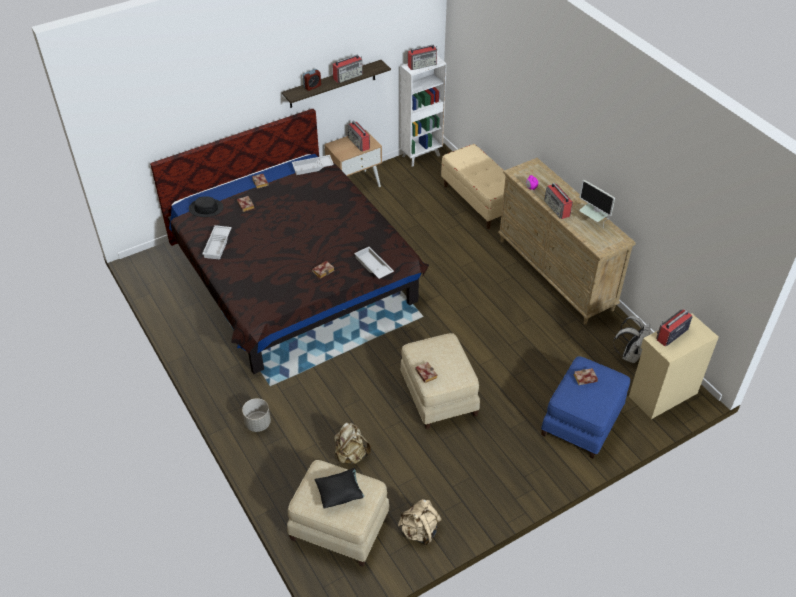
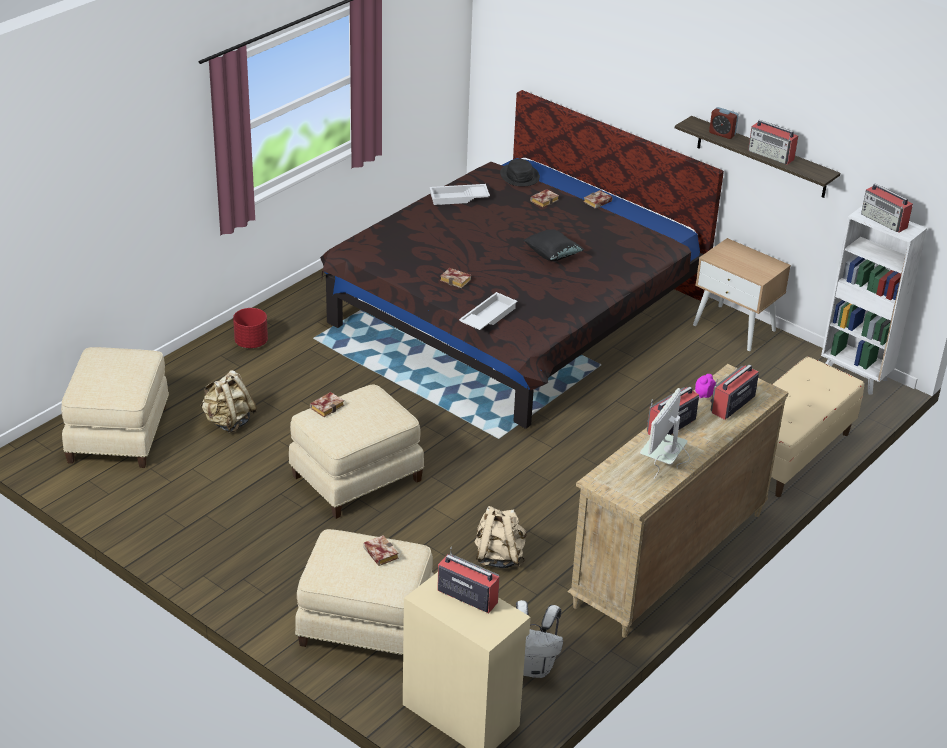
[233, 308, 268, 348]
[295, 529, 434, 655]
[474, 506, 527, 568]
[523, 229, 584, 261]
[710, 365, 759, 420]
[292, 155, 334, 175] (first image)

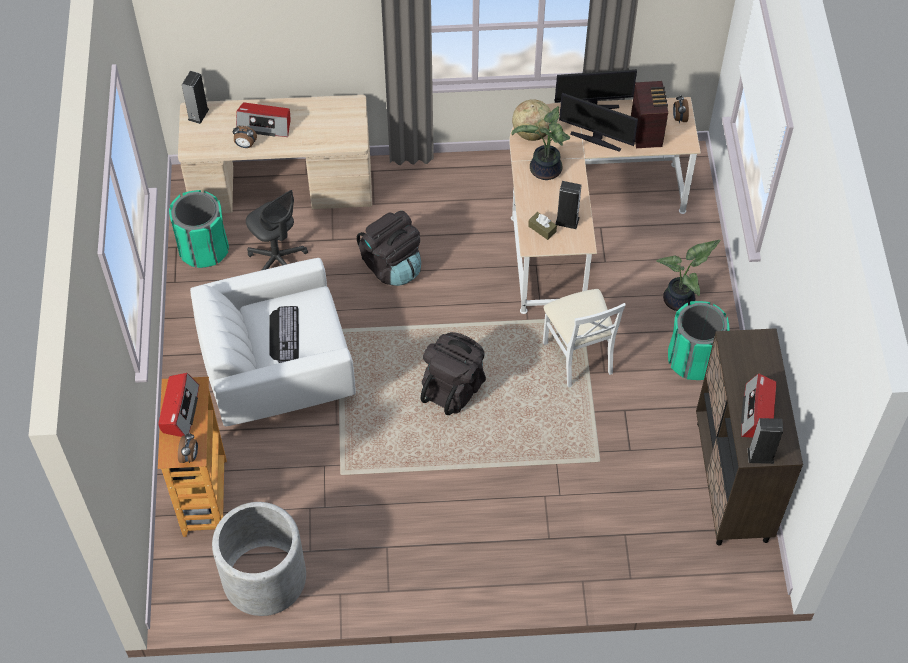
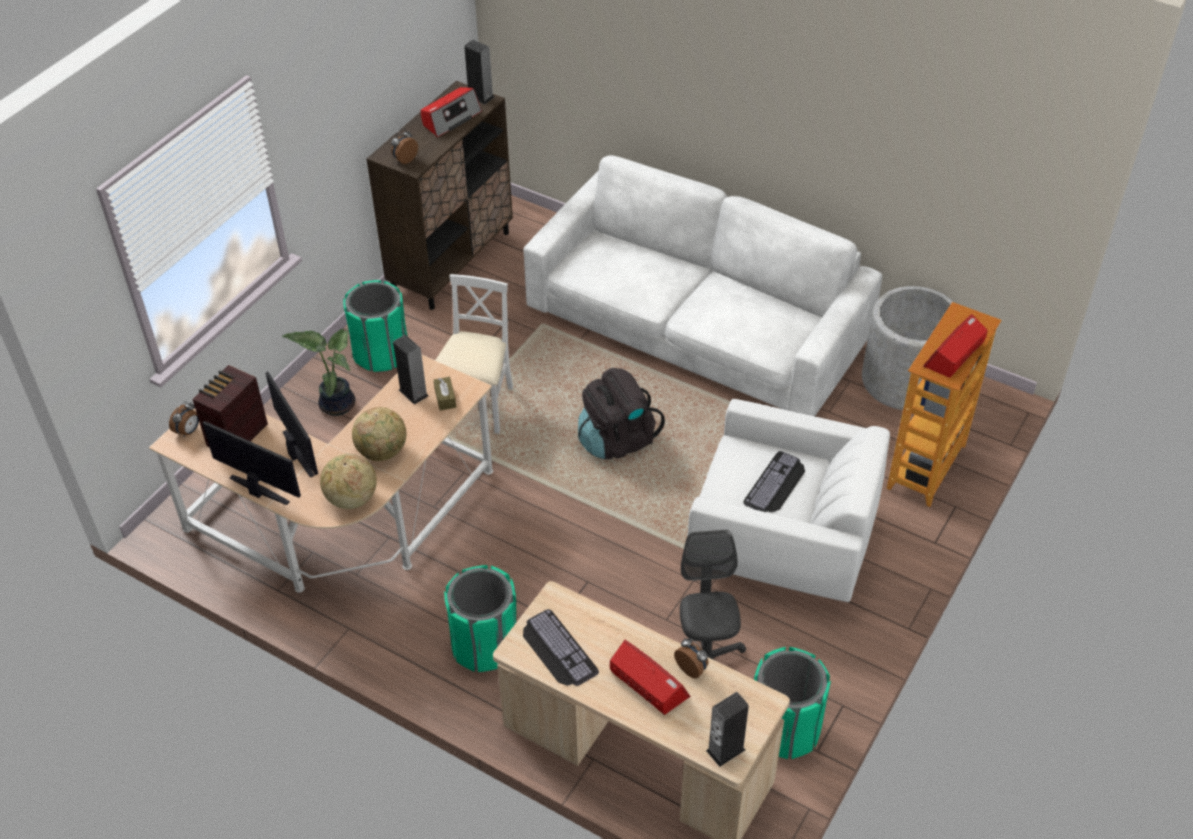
[352, 407, 406, 461]
[391, 128, 418, 164]
[444, 565, 516, 672]
[523, 156, 883, 416]
[523, 609, 599, 686]
[357, 211, 421, 286] (first image)

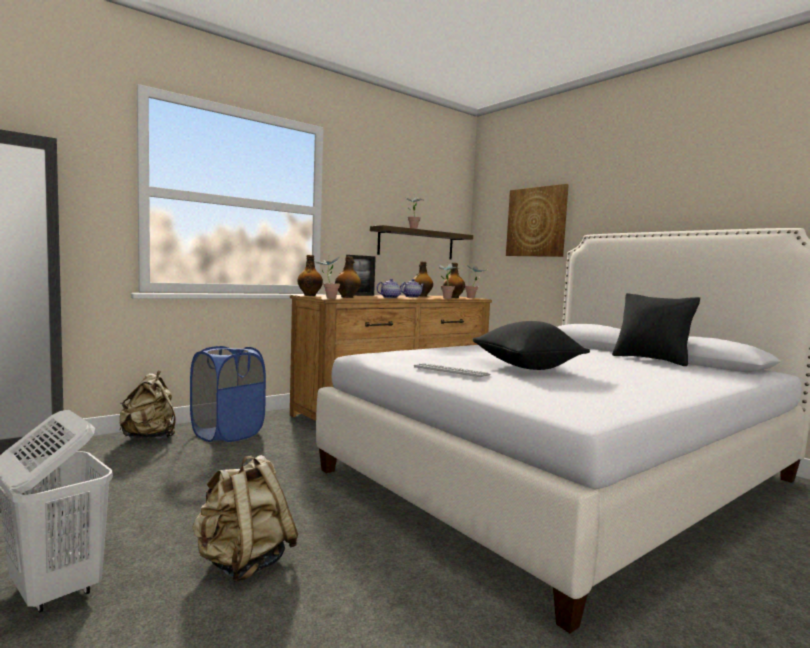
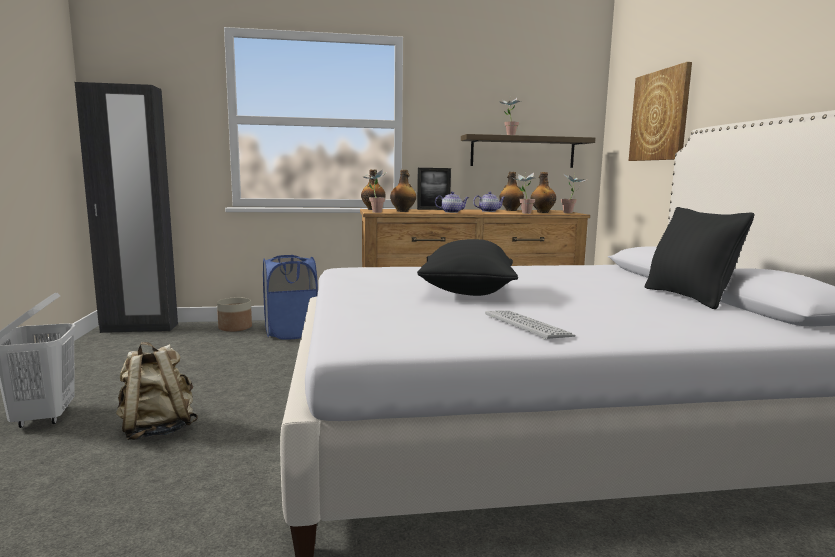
[217, 297, 252, 332]
[485, 310, 576, 340]

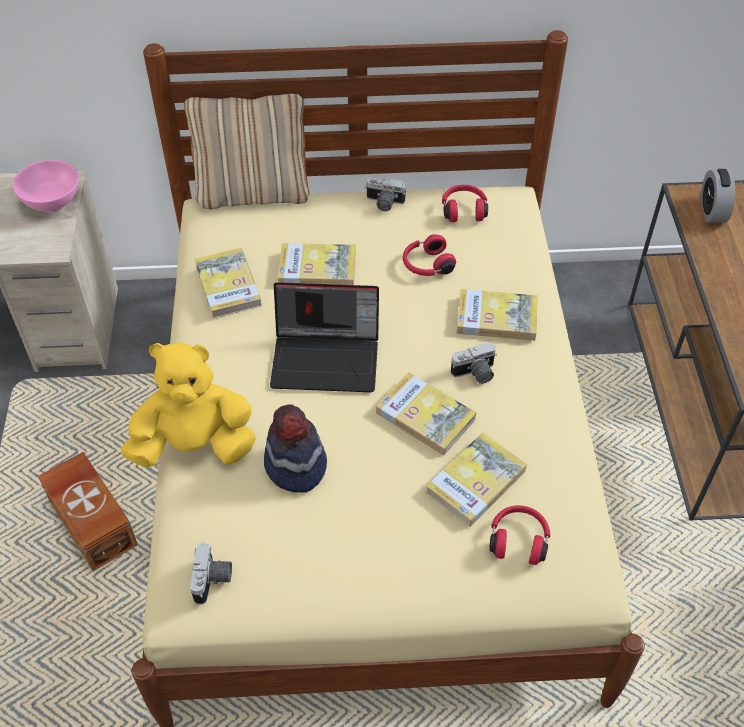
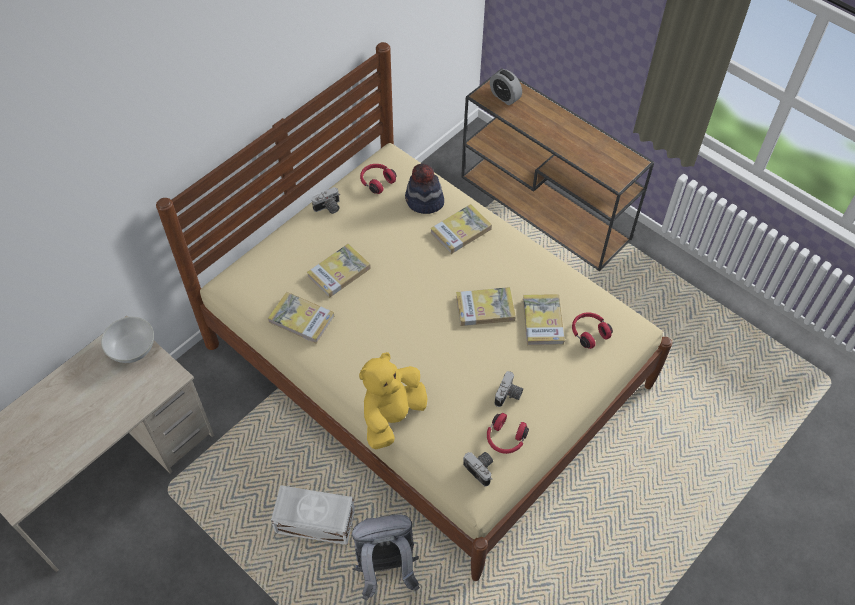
[101, 317, 154, 363]
[271, 485, 355, 545]
[352, 514, 420, 600]
[405, 163, 444, 214]
[487, 413, 529, 454]
[494, 371, 523, 407]
[184, 94, 309, 209] (first image)
[270, 282, 379, 392] (first image)

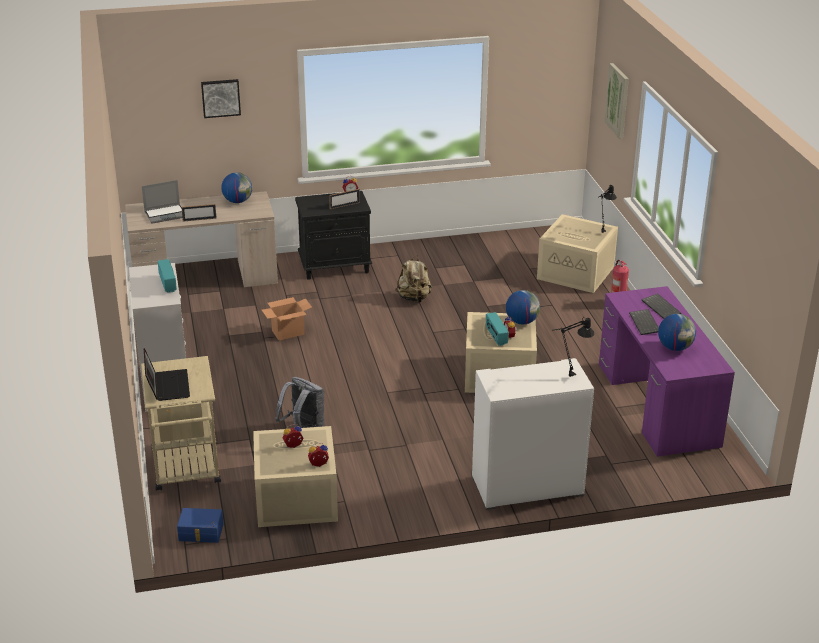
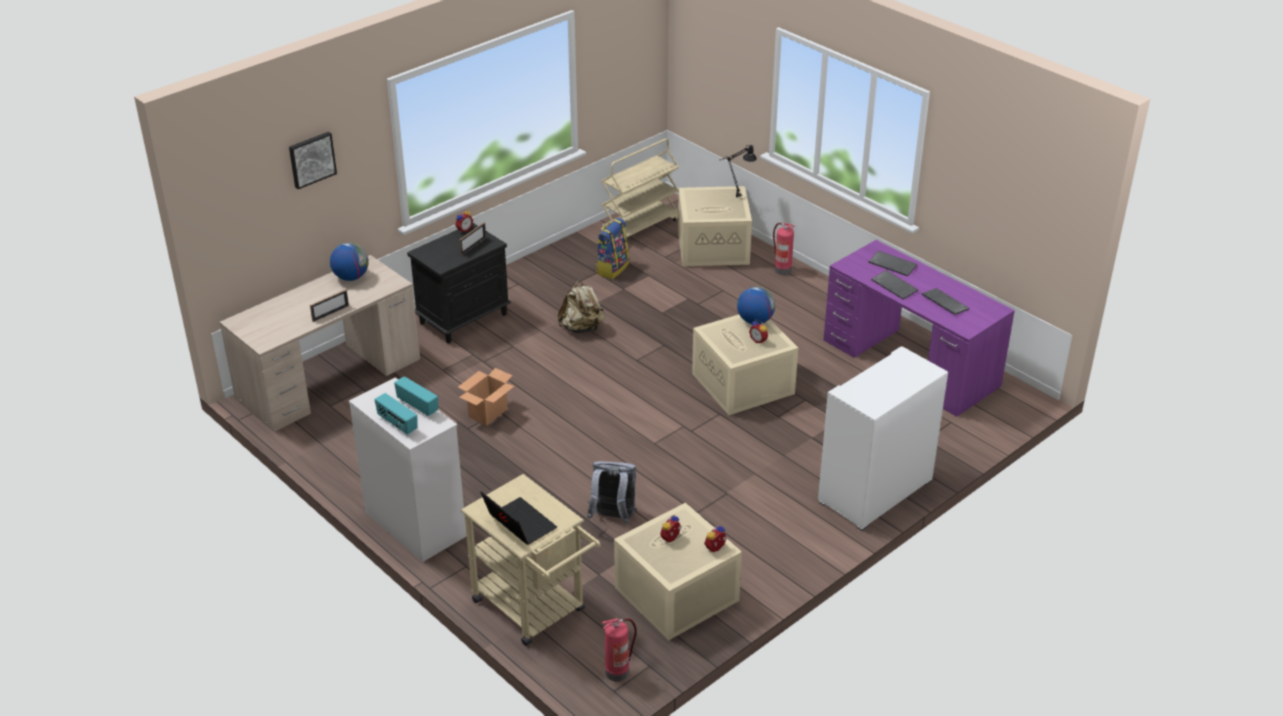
[375, 393, 418, 435]
[595, 218, 629, 279]
[601, 138, 679, 237]
[602, 618, 637, 682]
[921, 288, 970, 315]
[142, 180, 182, 224] (first image)
[552, 317, 594, 377] (first image)
[604, 63, 629, 139] (first image)

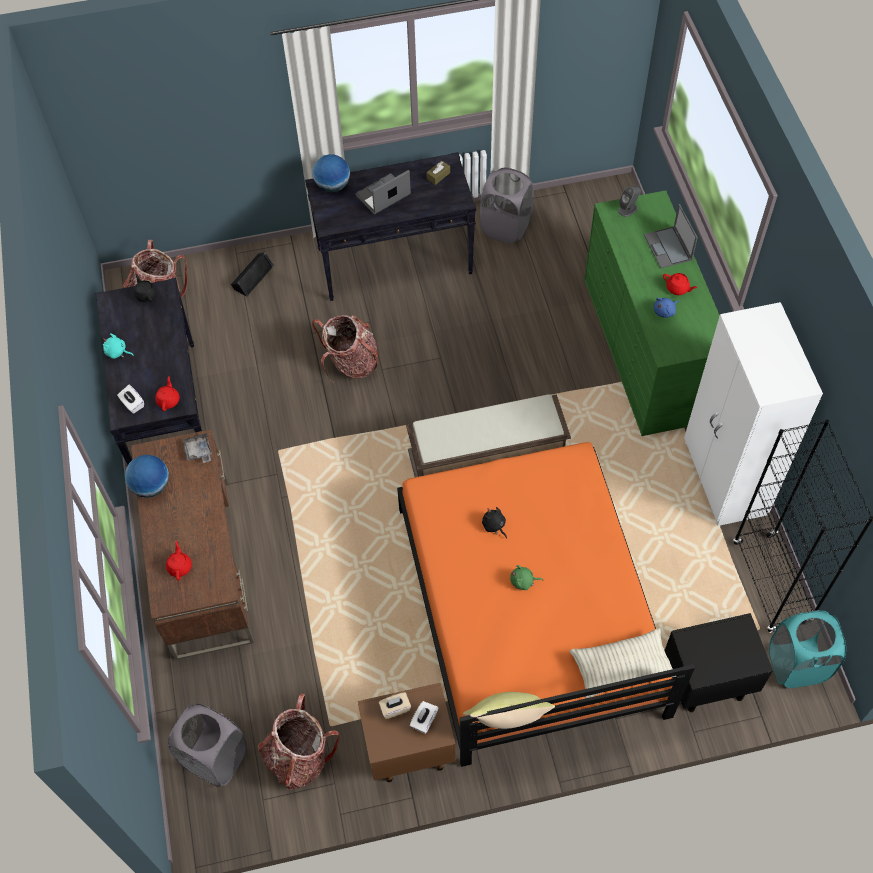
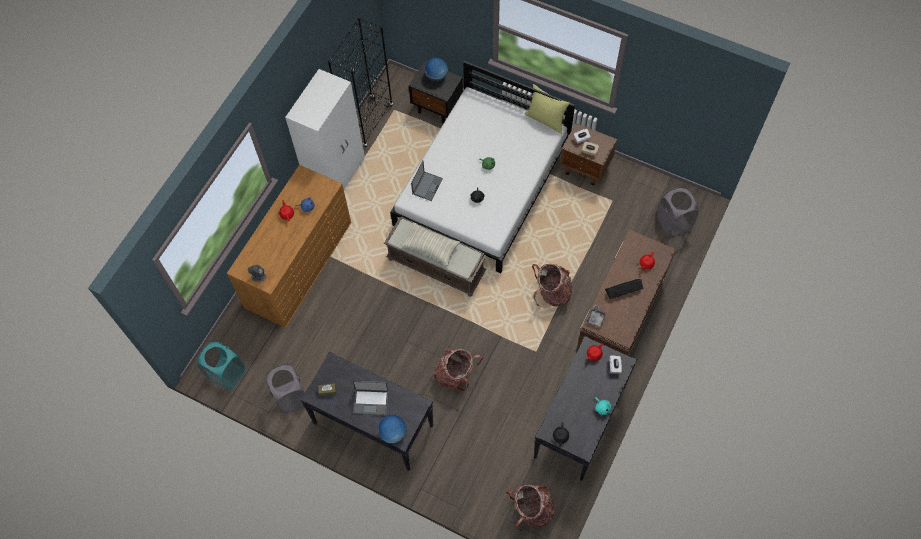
[197, 341, 245, 390]
[227, 165, 351, 328]
[390, 61, 575, 273]
[400, 222, 461, 266]
[411, 161, 443, 201]
[425, 58, 448, 81]
[532, 264, 572, 307]
[605, 279, 643, 299]

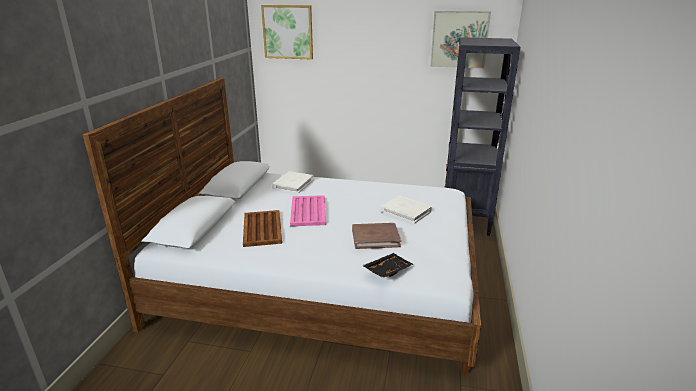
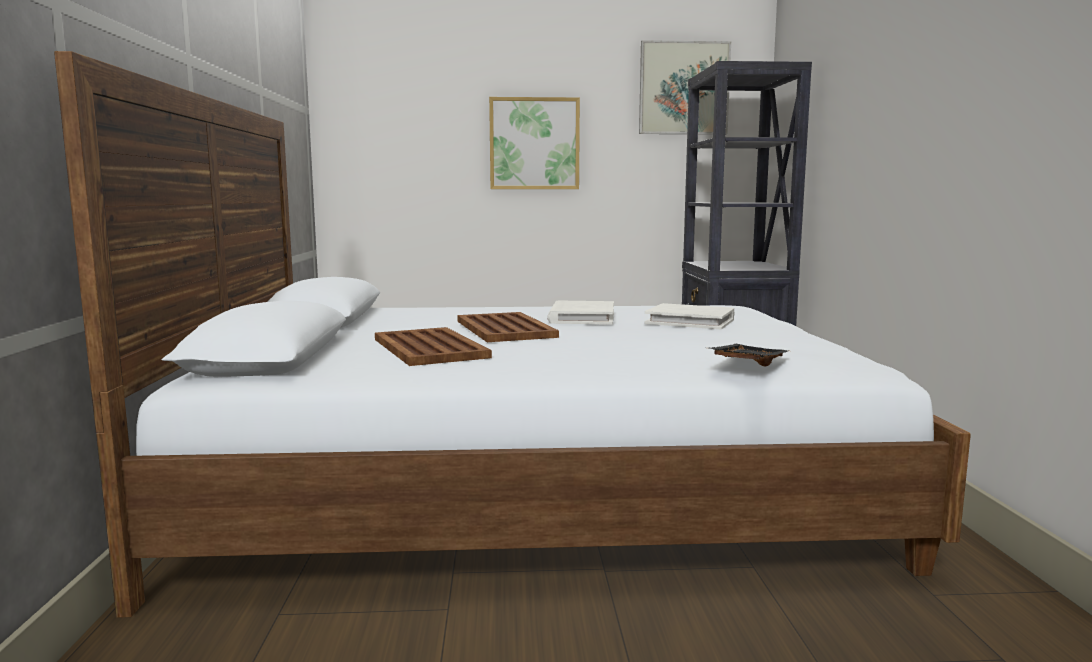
[457, 312, 559, 342]
[489, 97, 580, 189]
[547, 301, 614, 325]
[352, 223, 401, 249] (first image)

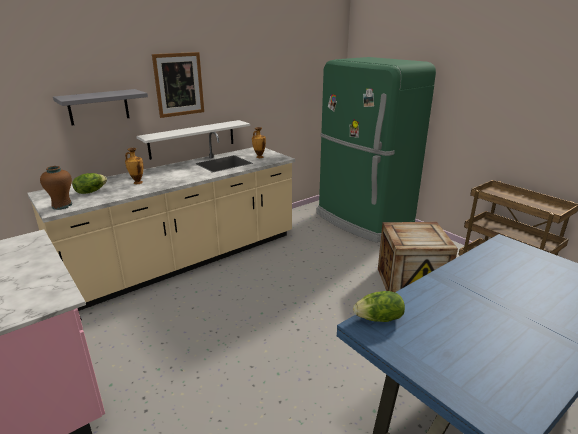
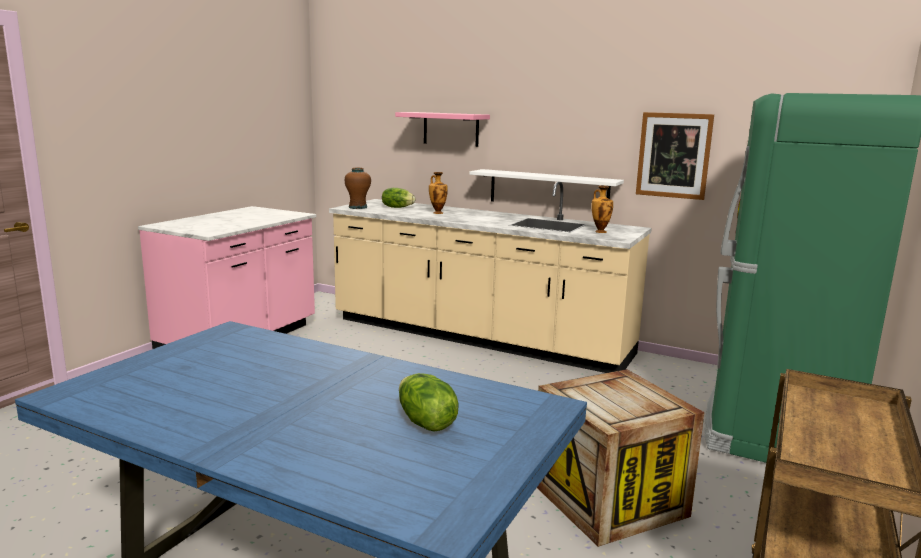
[395, 112, 490, 147]
[399, 373, 459, 432]
[636, 112, 714, 200]

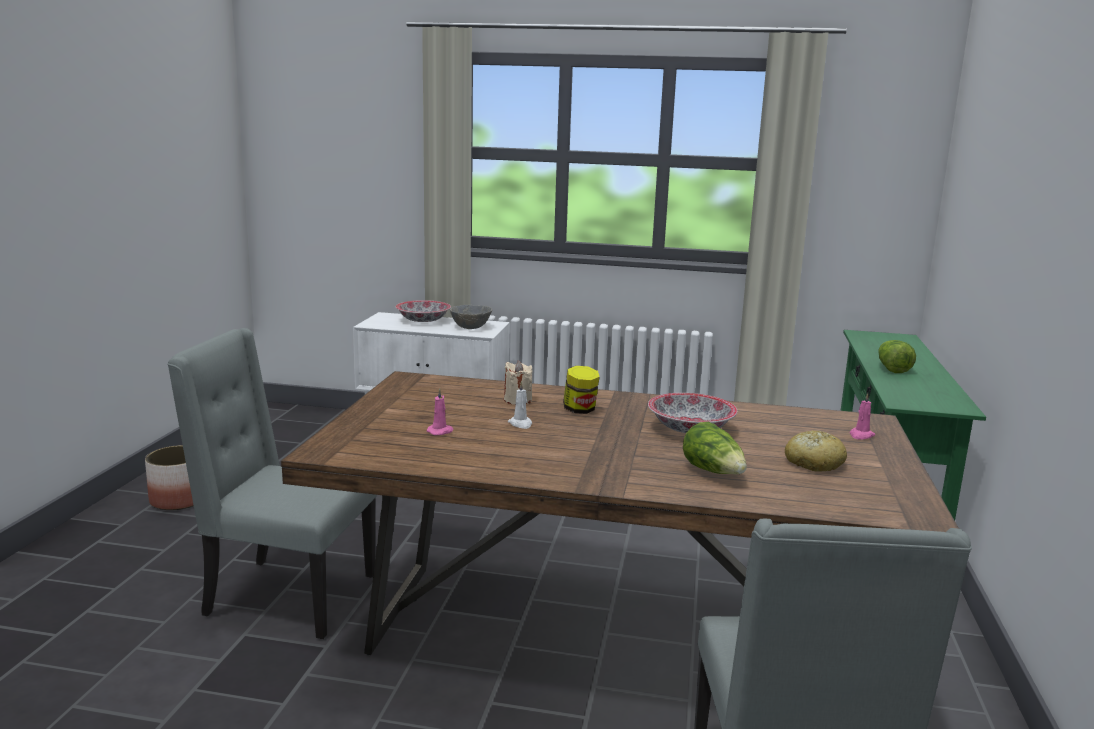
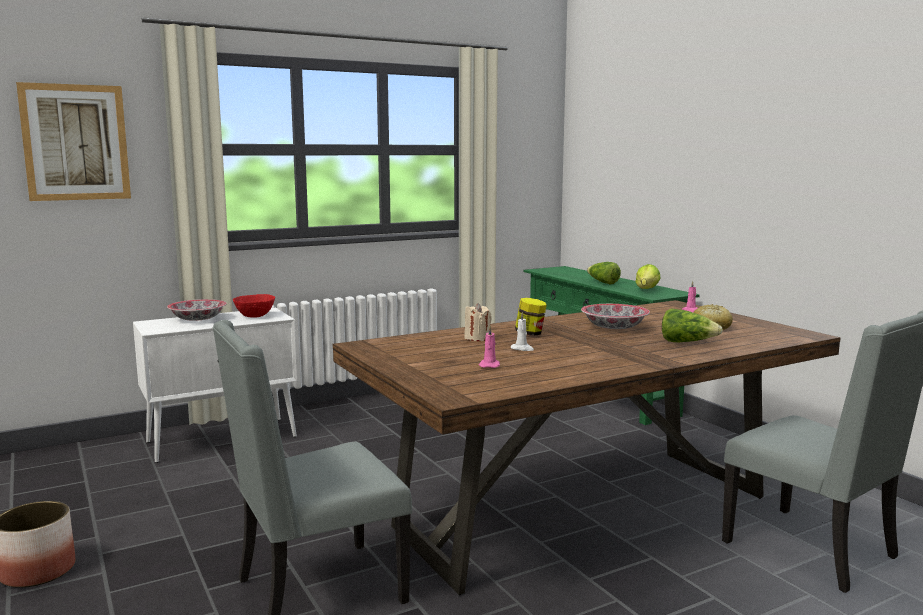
[16, 82, 131, 201]
[233, 294, 275, 318]
[635, 264, 661, 289]

